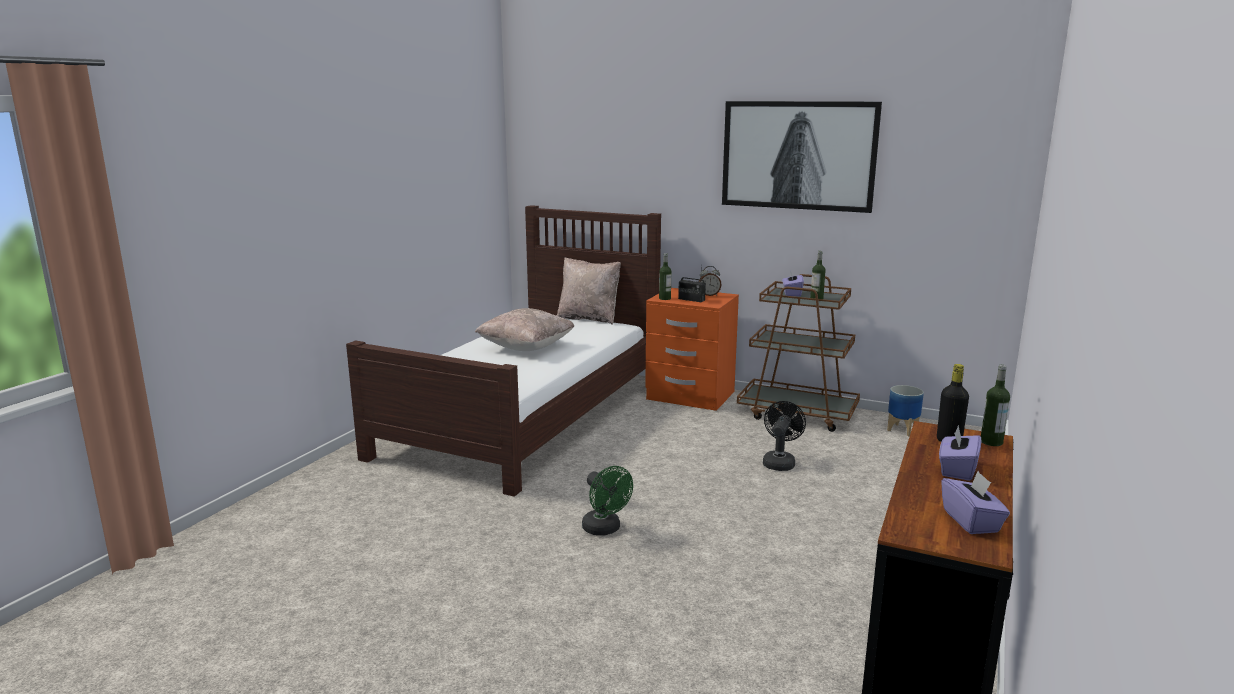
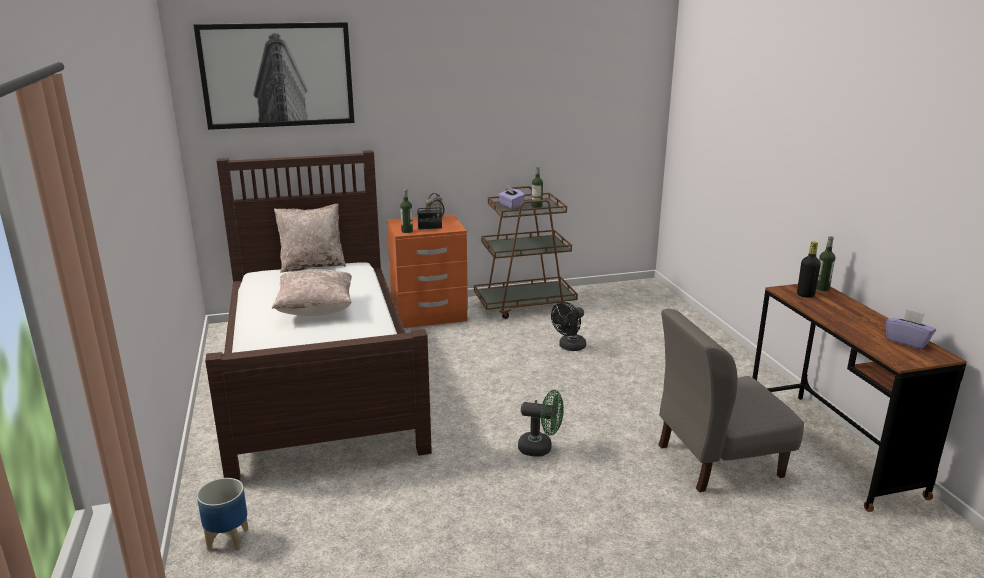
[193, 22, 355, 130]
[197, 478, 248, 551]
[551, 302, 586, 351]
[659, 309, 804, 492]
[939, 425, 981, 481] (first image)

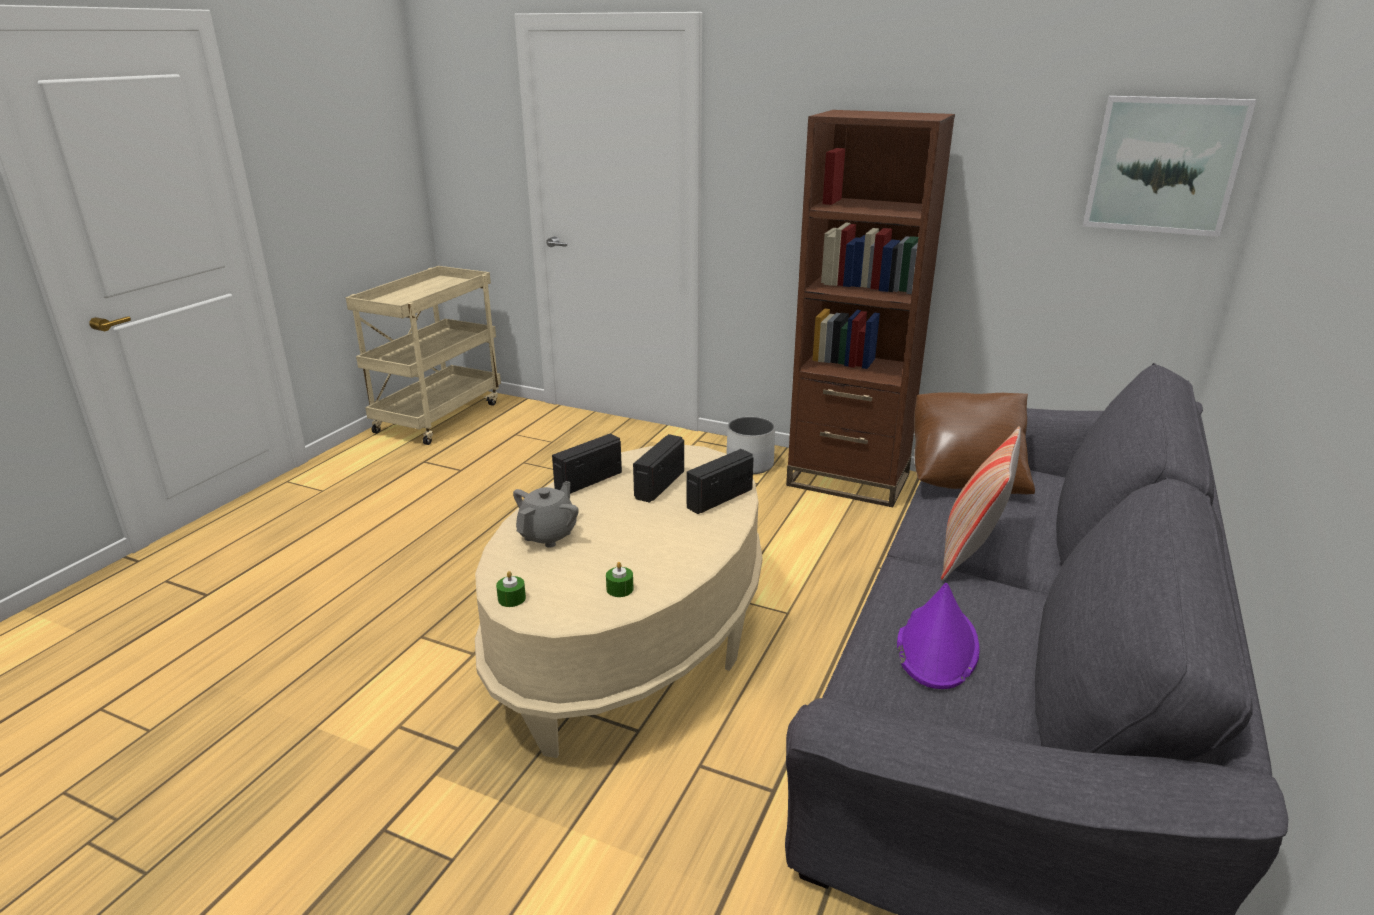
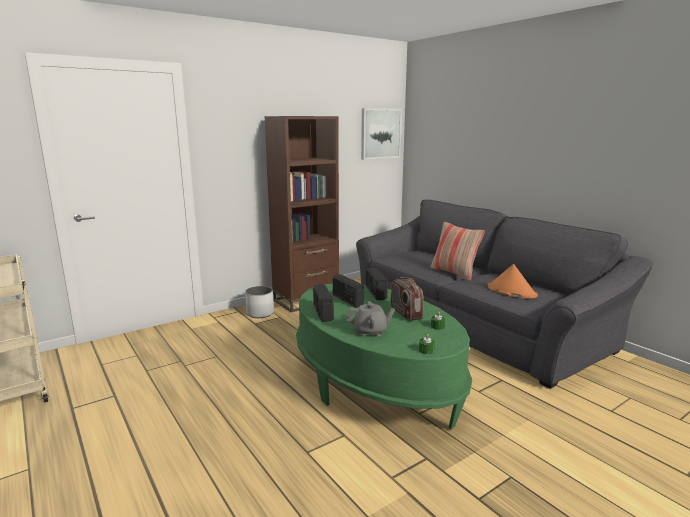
[296, 283, 472, 430]
[347, 301, 395, 337]
[391, 277, 423, 321]
[488, 264, 538, 298]
[914, 392, 1035, 494] (first image)

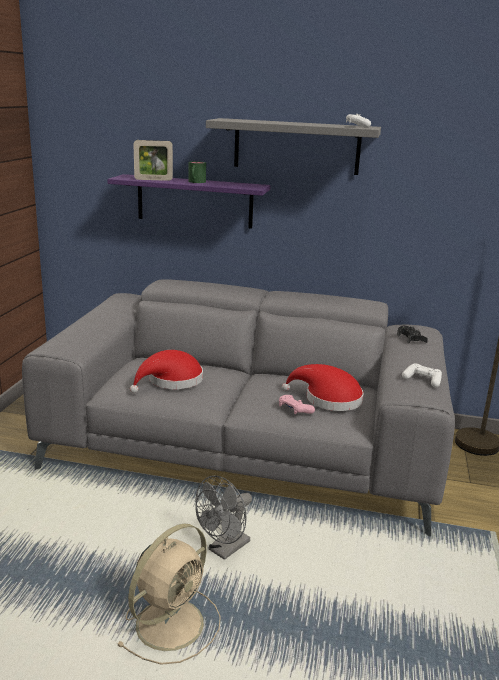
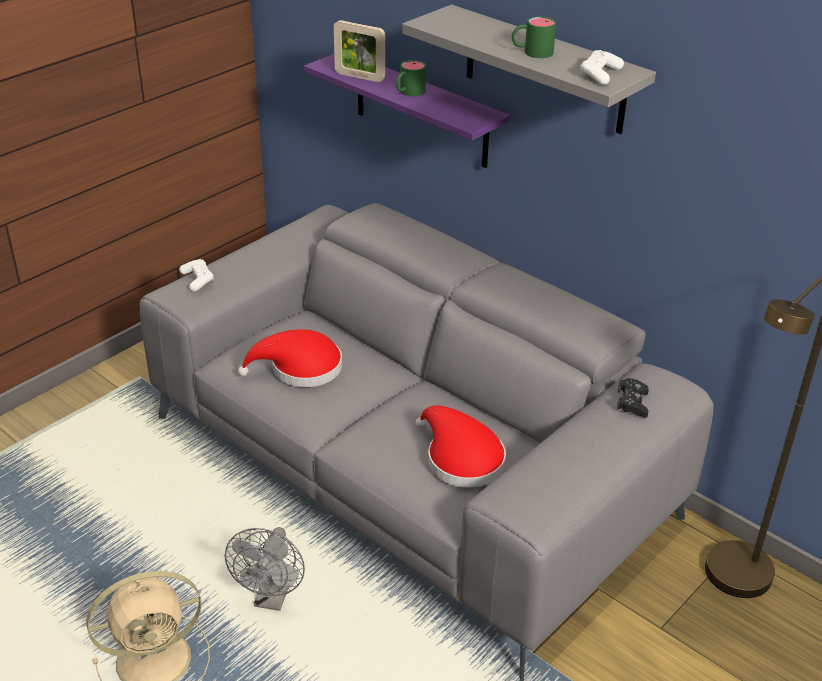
[179, 259, 214, 292]
[225, 527, 305, 611]
[512, 16, 556, 58]
[279, 395, 315, 414] (first image)

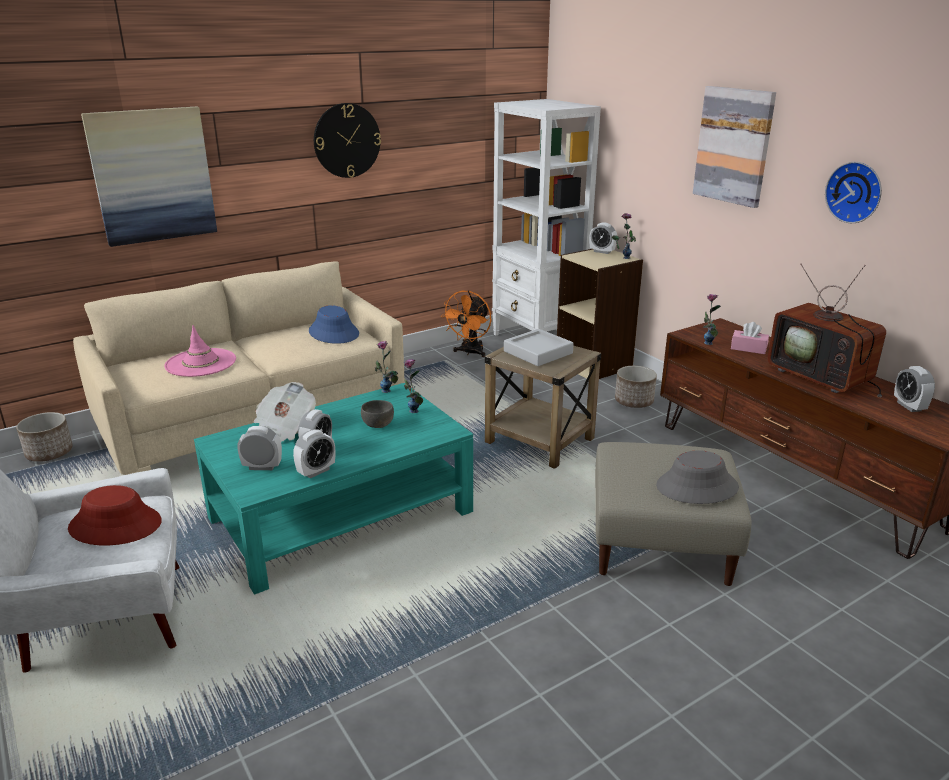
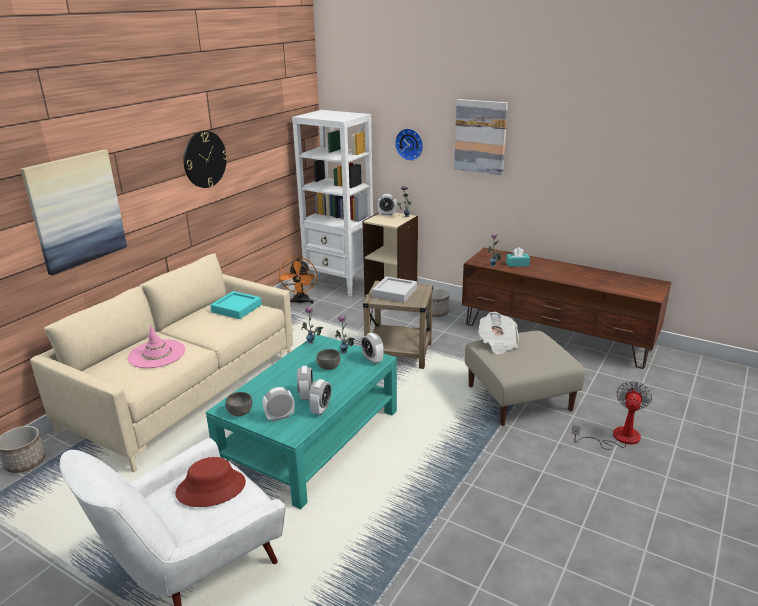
[210, 291, 262, 319]
[225, 392, 252, 416]
[361, 333, 384, 364]
[395, 128, 423, 161]
[478, 312, 519, 354]
[506, 247, 530, 267]
[572, 381, 652, 450]
[656, 450, 739, 504] (first image)
[768, 264, 886, 398] (first image)

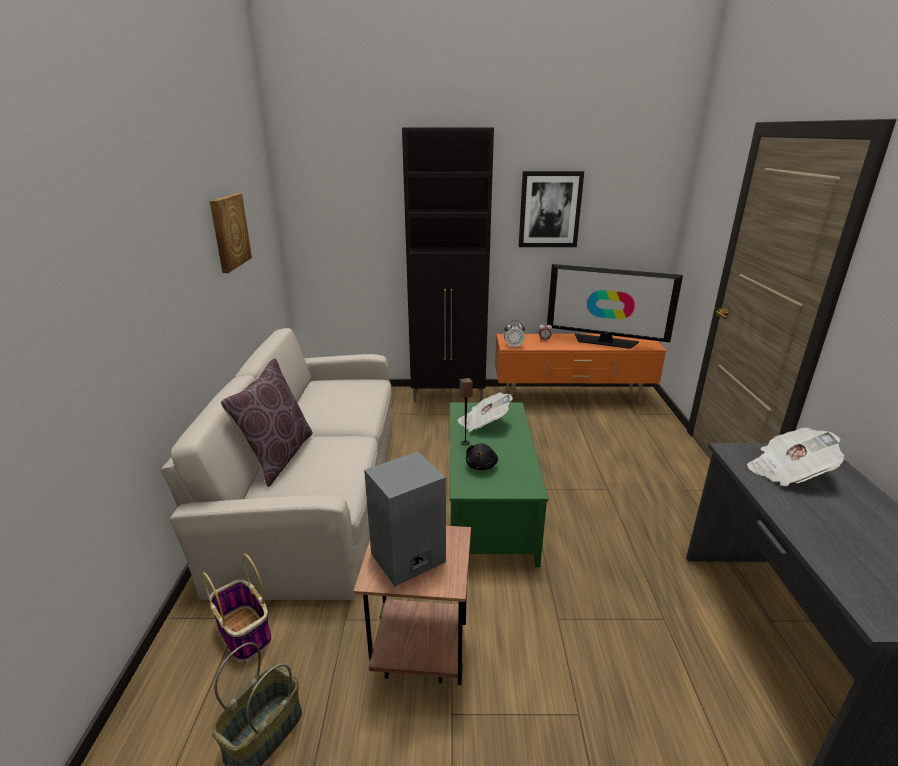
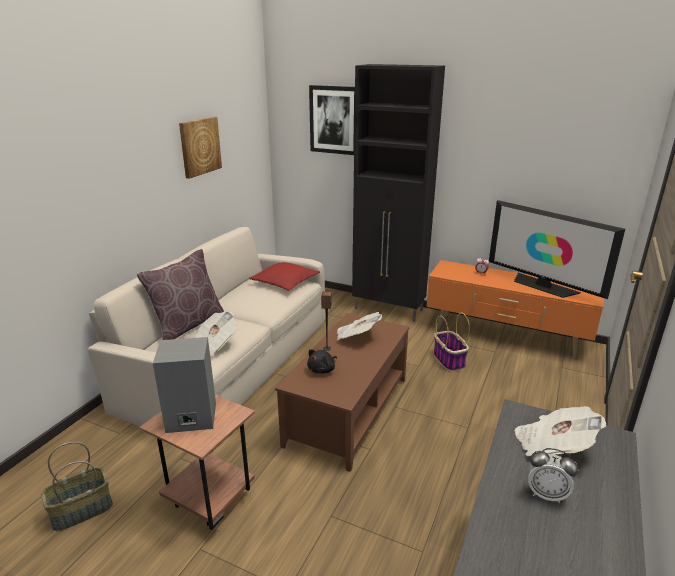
[195, 311, 238, 355]
[249, 262, 320, 291]
[275, 313, 409, 472]
[309, 85, 355, 155]
[434, 313, 470, 372]
[528, 448, 578, 504]

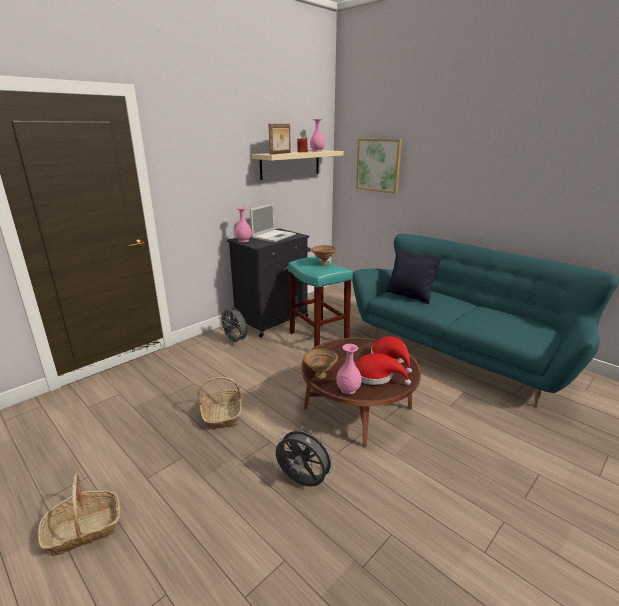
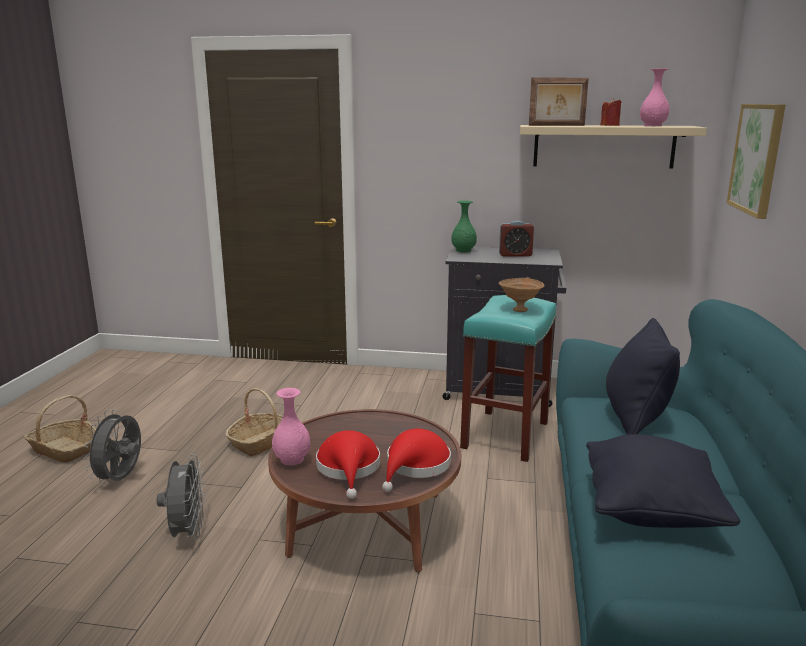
[83, 410, 141, 484]
[451, 201, 477, 253]
[499, 221, 534, 257]
[586, 434, 741, 528]
[303, 349, 338, 379] (first image)

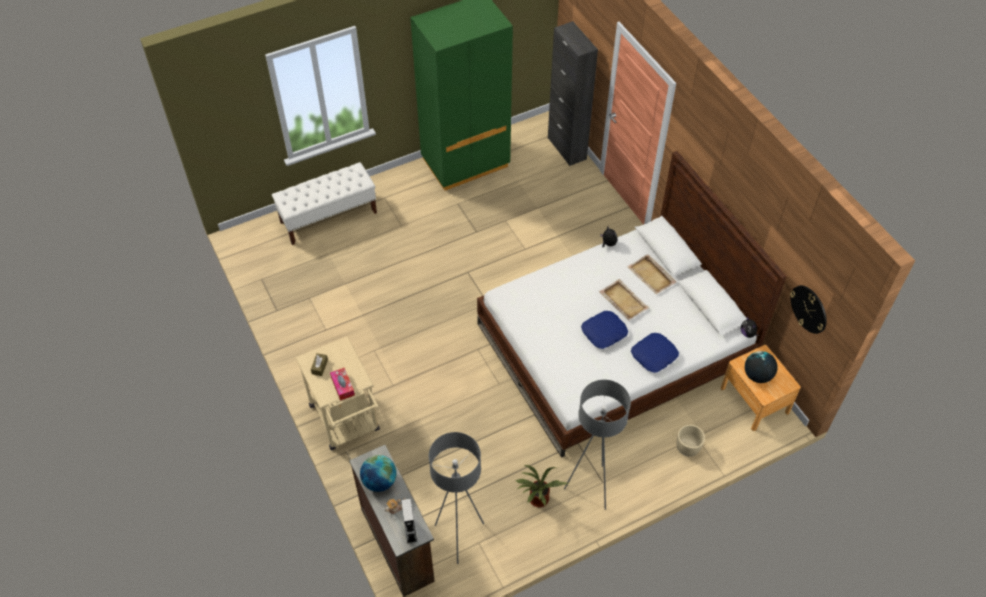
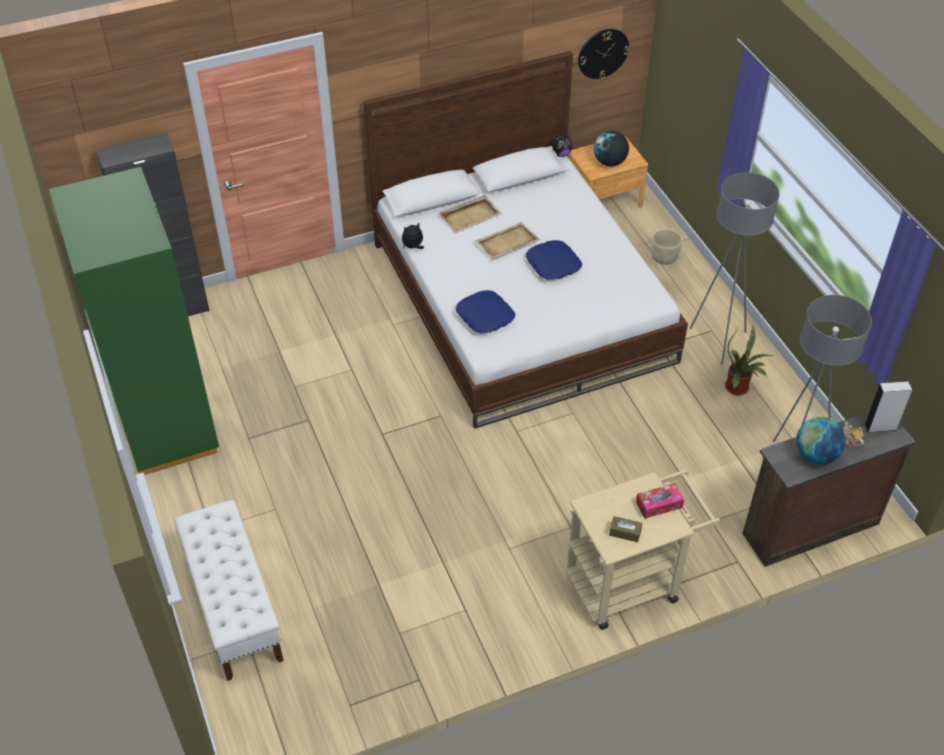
[456, 290, 515, 334]

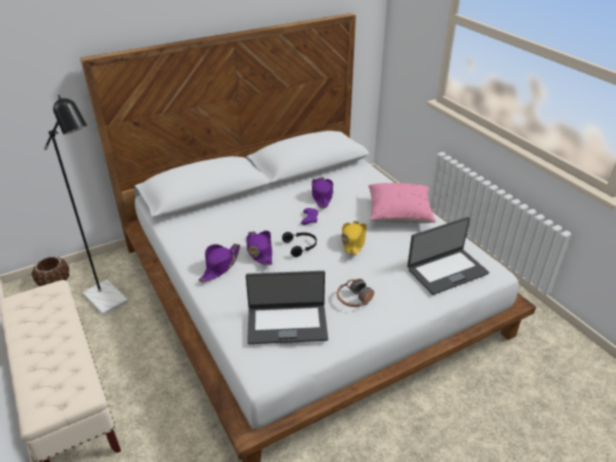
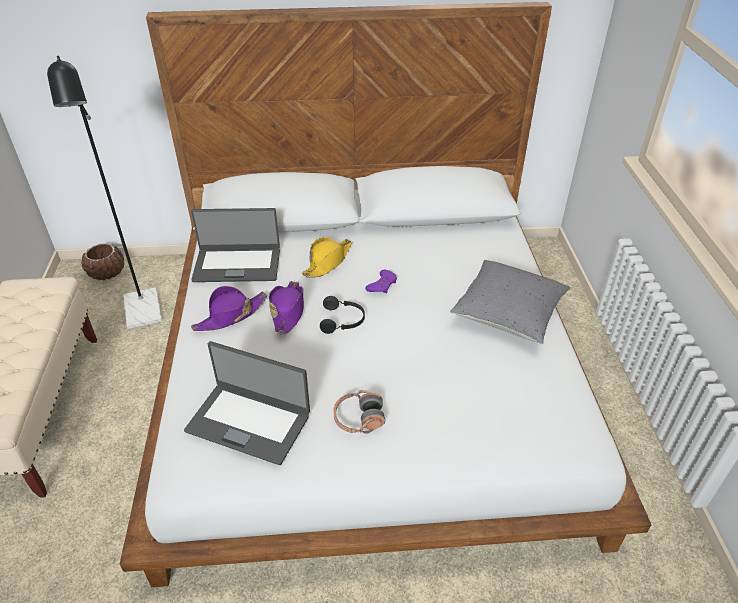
[191, 208, 280, 282]
[302, 237, 352, 278]
[450, 260, 570, 344]
[312, 177, 333, 209] (first image)

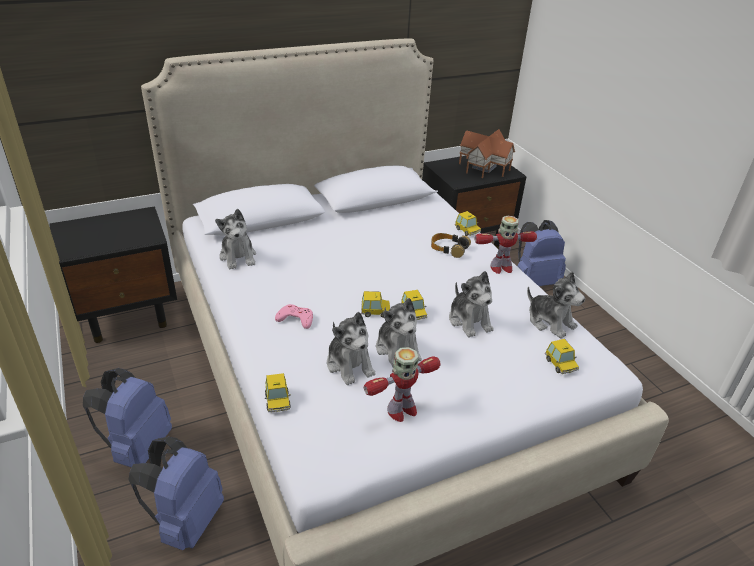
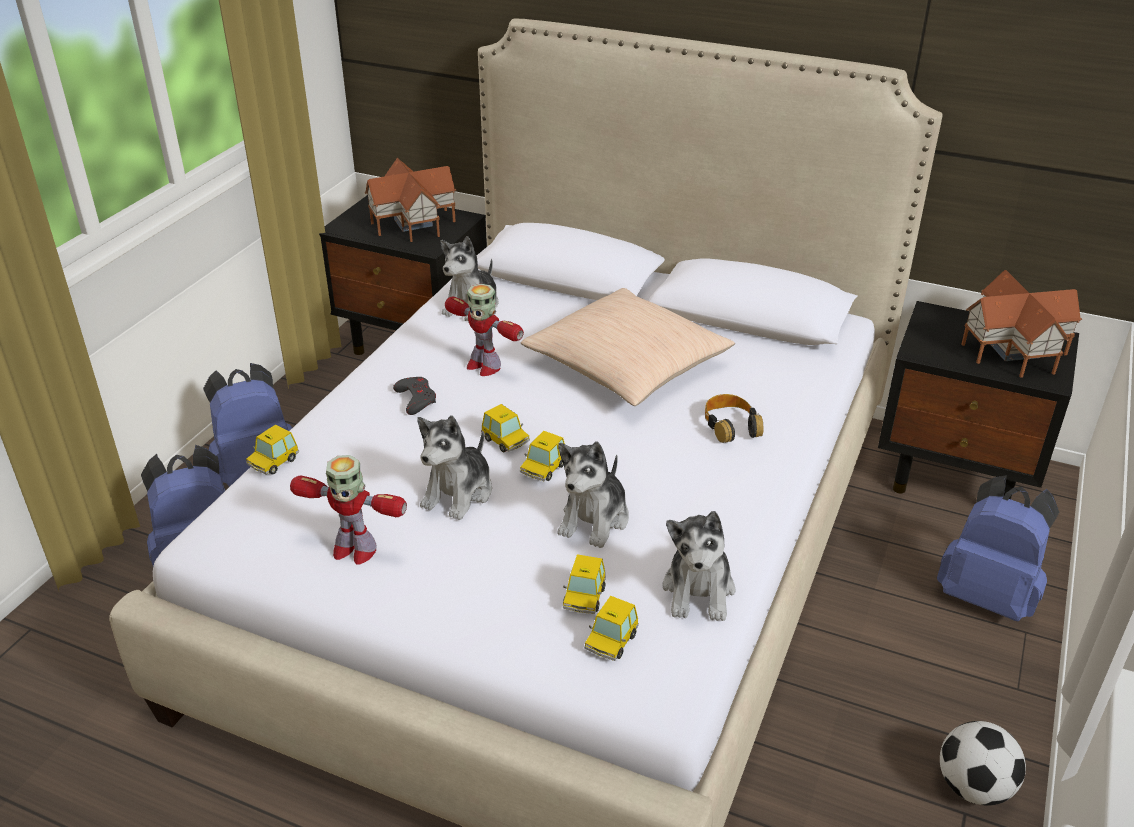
[365, 158, 456, 242]
[393, 377, 436, 415]
[445, 284, 524, 376]
[521, 288, 735, 406]
[563, 554, 606, 614]
[940, 721, 1026, 806]
[327, 312, 376, 385] (first image)

